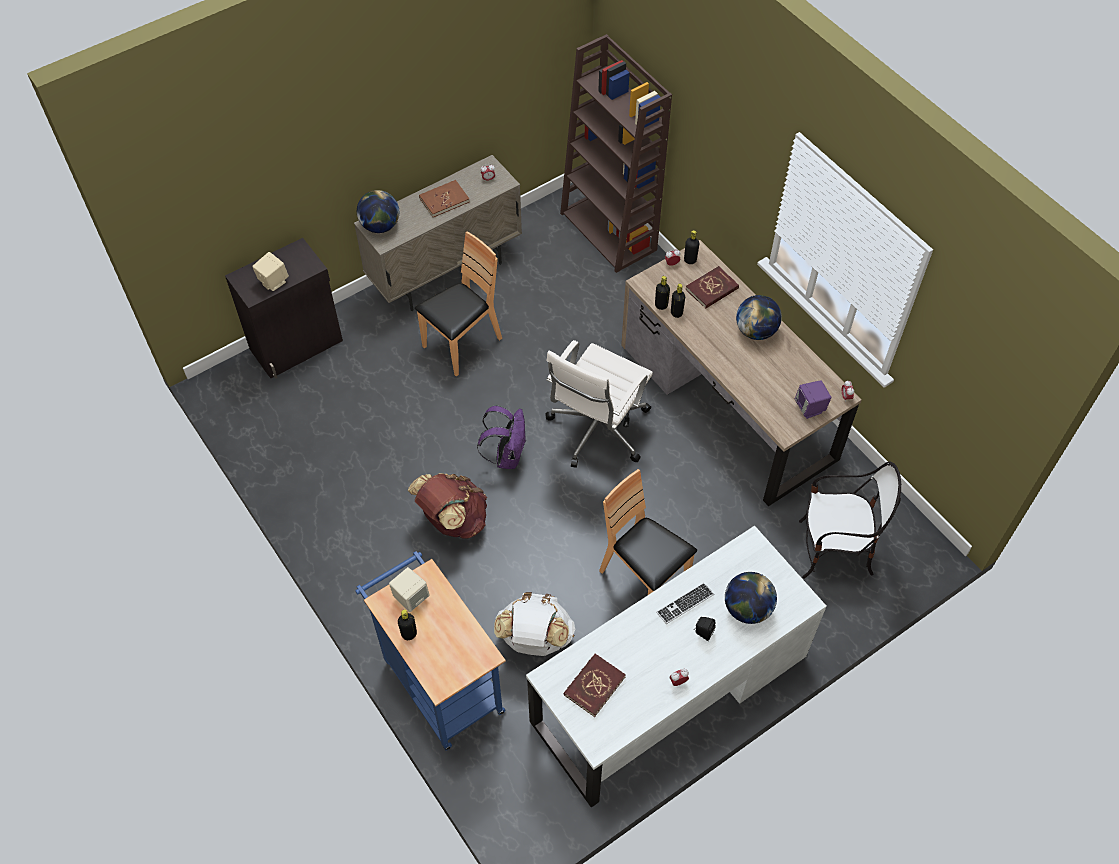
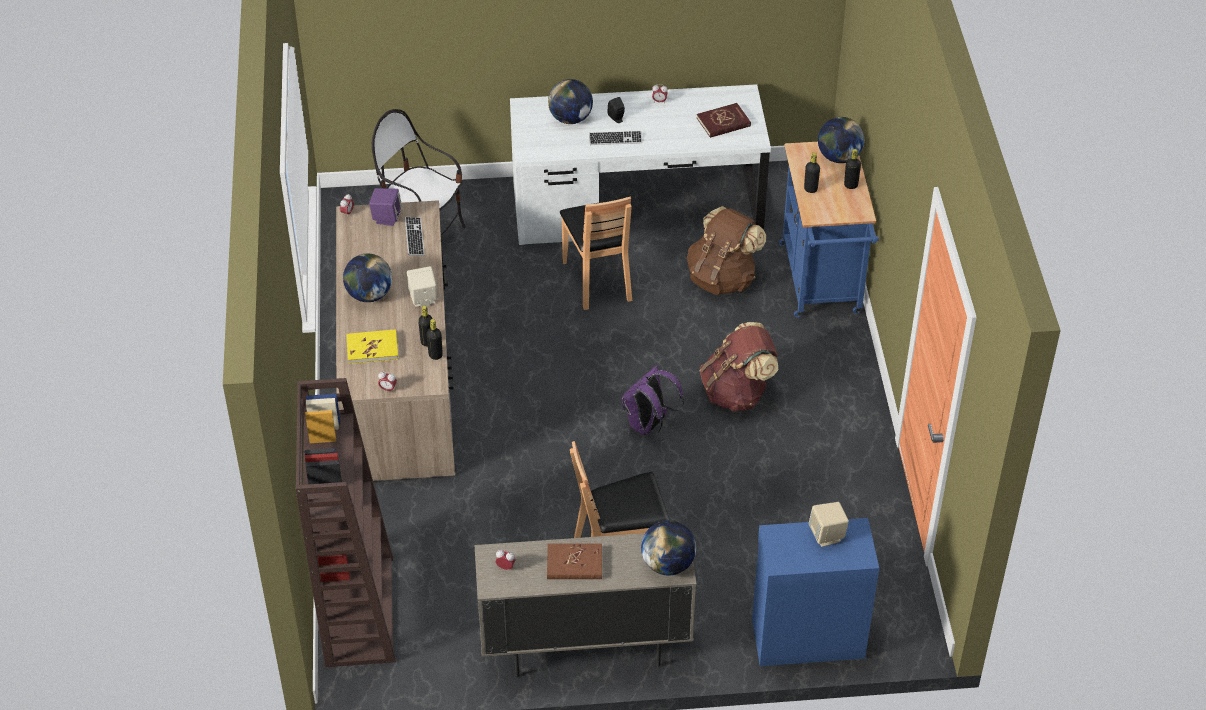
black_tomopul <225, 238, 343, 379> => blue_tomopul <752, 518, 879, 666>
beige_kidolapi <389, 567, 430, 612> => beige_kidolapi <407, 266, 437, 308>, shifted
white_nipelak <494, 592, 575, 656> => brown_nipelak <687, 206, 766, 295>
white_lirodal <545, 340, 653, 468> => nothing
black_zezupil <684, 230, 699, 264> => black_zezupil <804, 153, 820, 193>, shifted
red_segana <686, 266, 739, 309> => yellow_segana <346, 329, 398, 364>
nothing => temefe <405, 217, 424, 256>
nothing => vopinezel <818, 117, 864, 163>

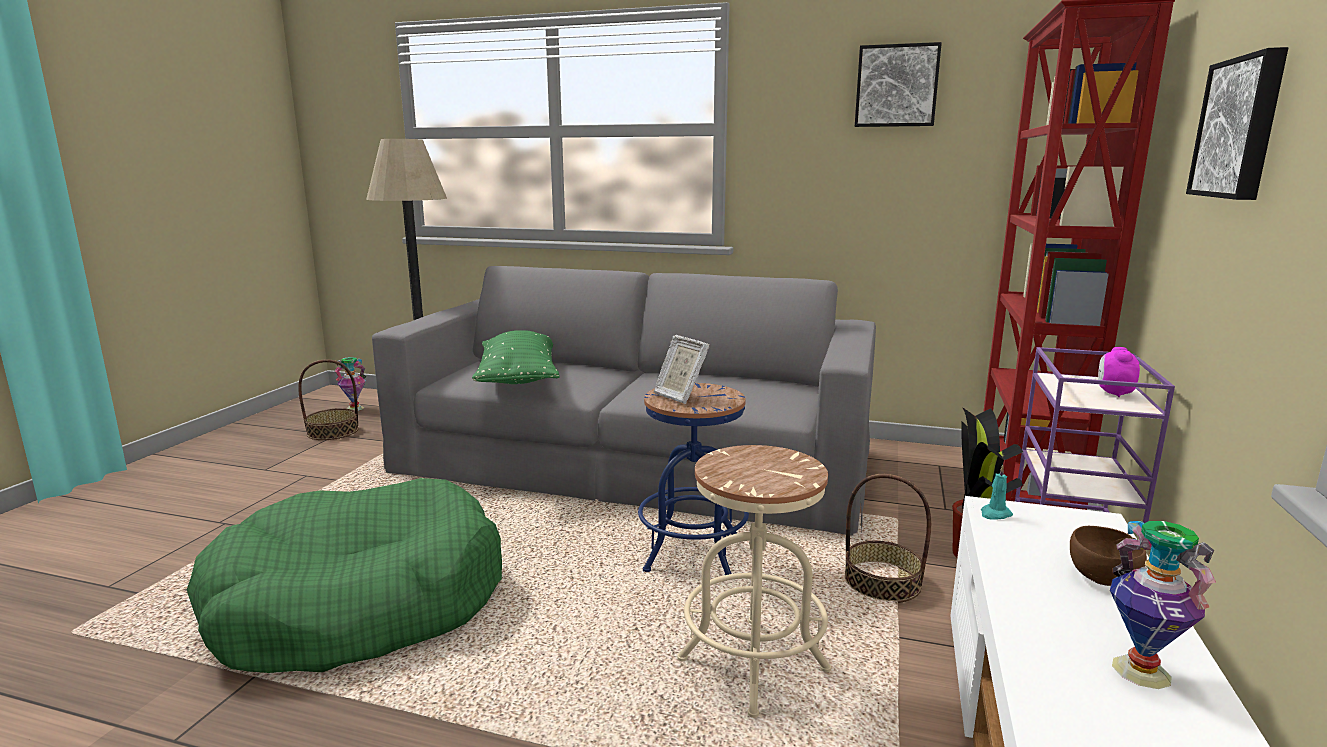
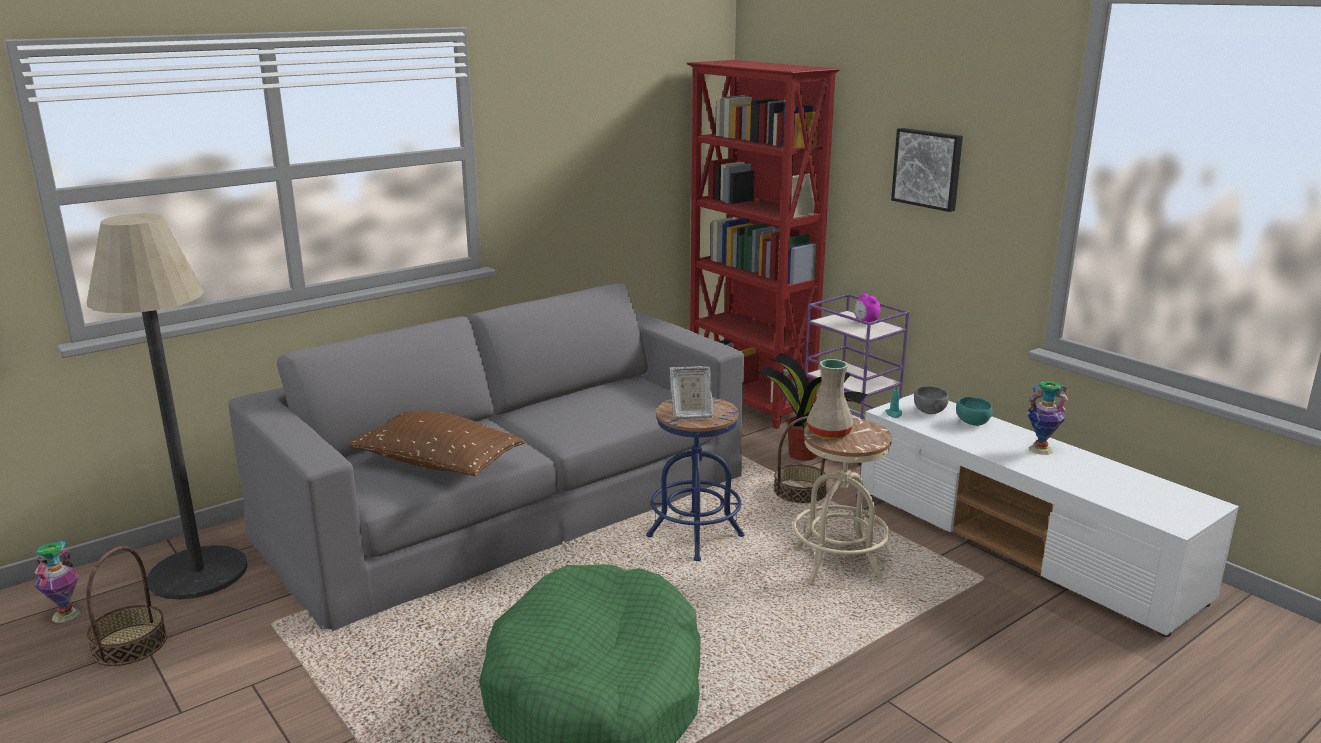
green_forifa <472, 330, 560, 384> => brown_forifa <348, 411, 525, 476>
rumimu <855, 42, 942, 127> => nothing
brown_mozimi <1070, 526, 1147, 586> => turquoise_mozimi <956, 397, 993, 426>
nothing => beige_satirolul <807, 359, 854, 439>
nothing => grey_mozimi <914, 386, 949, 414>

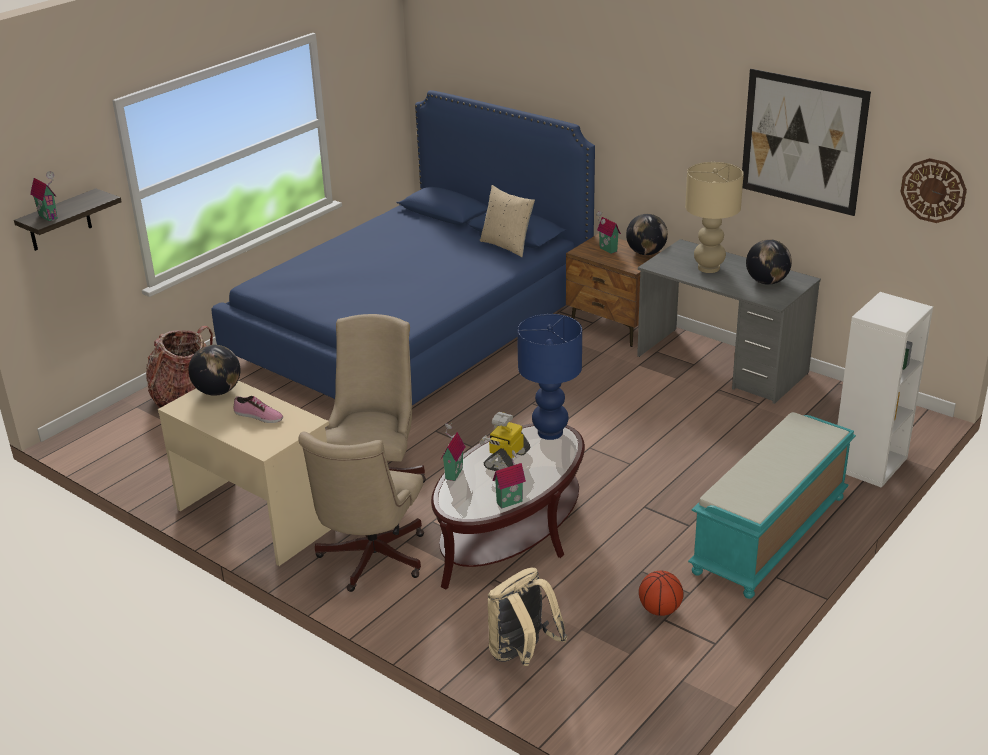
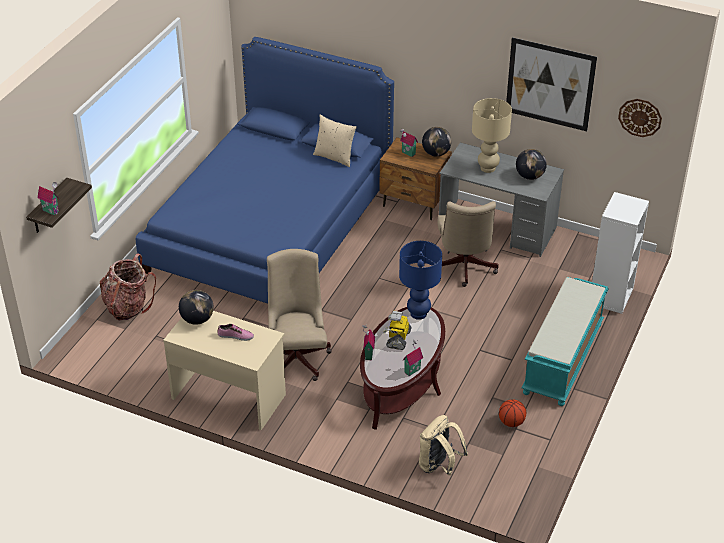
beige_lirodal <298, 432, 424, 592> => beige_lirodal <437, 201, 499, 287>, shifted

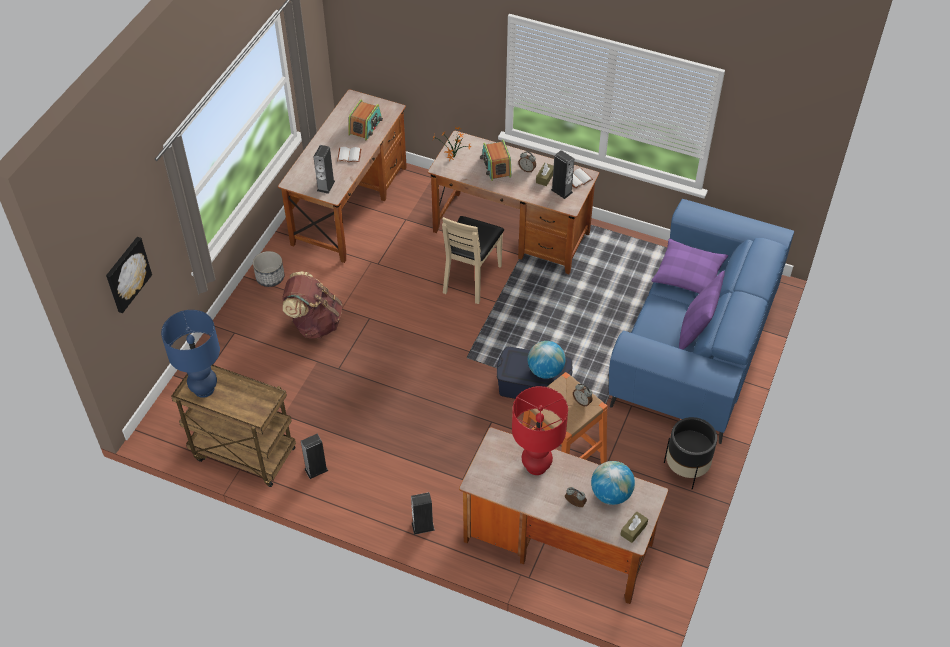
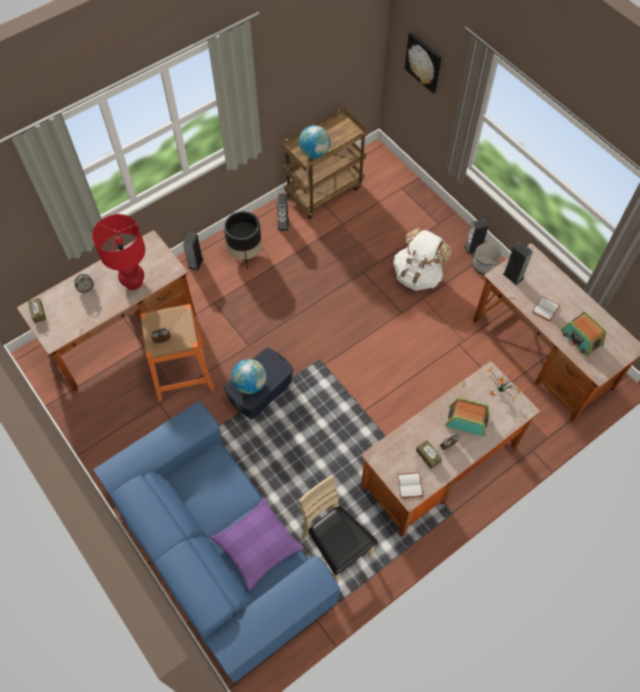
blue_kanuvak <161, 310, 220, 398> => nothing
brown_nipelak <282, 272, 342, 339> => white_nipelak <393, 228, 451, 291>
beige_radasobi <442, 216, 504, 304> => beige_radasobi <299, 476, 377, 584>, shifted
kidolapi <551, 150, 574, 199> => kidolapi <464, 219, 489, 254>, shifted
vopinezel <591, 461, 635, 505> => vopinezel <299, 125, 331, 158>, shifted
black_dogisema <664, 417, 717, 490> => black_dogisema <224, 211, 262, 269>, shifted
purple_forifa <679, 271, 725, 350> => nothing

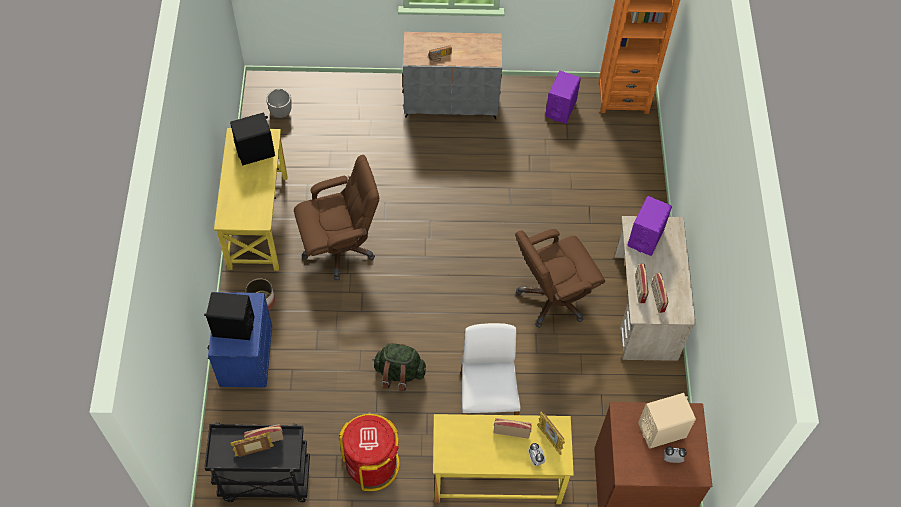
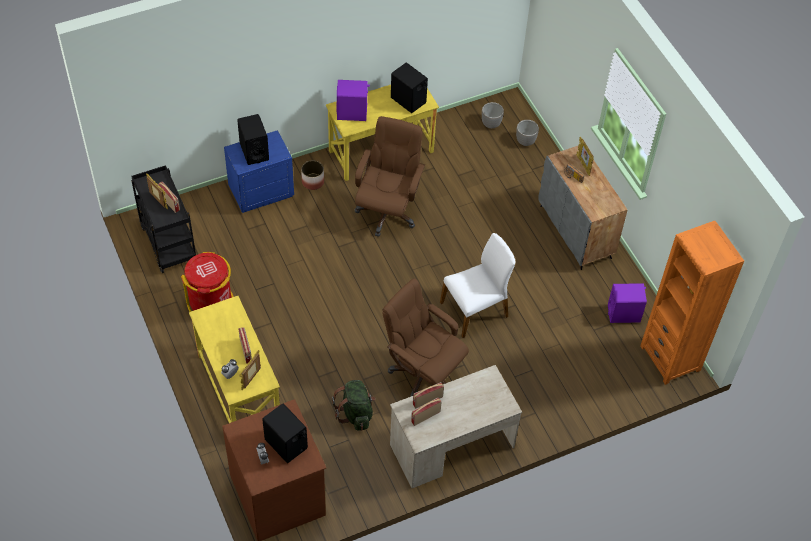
brown_lirodal <294, 155, 379, 280> => brown_lirodal <355, 116, 425, 237>, 120 degrees counterclockwise
green_nipelak <373, 343, 426, 391> => green_nipelak <332, 380, 376, 431>, shifted
white_radasobi <460, 323, 520, 415> => white_radasobi <440, 233, 515, 338>, shifted
purple_kidolapi <628, 196, 672, 256> => purple_kidolapi <336, 80, 370, 121>, shifted
beige_kidolapi <638, 393, 696, 449> => black_kidolapi <262, 404, 308, 463>
nothing => dogisema <516, 120, 539, 146>
nothing => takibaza <576, 137, 594, 176>

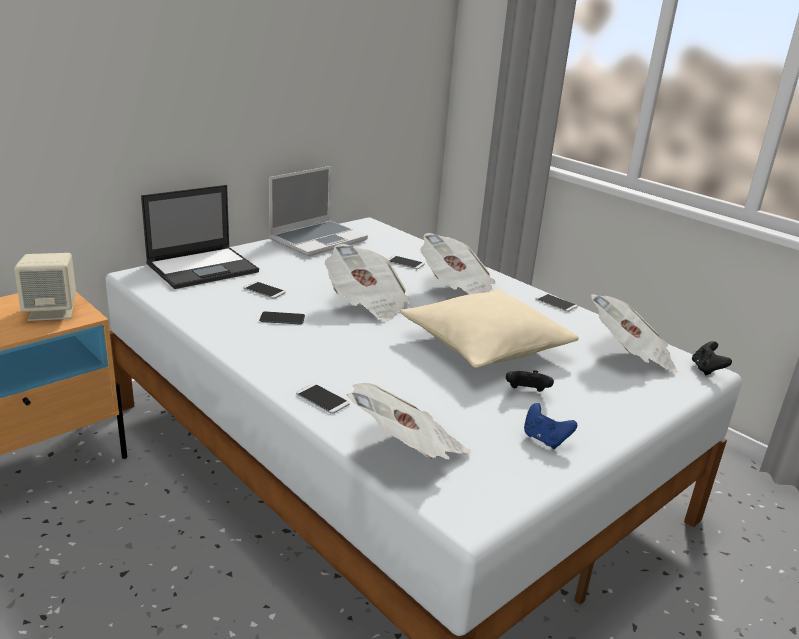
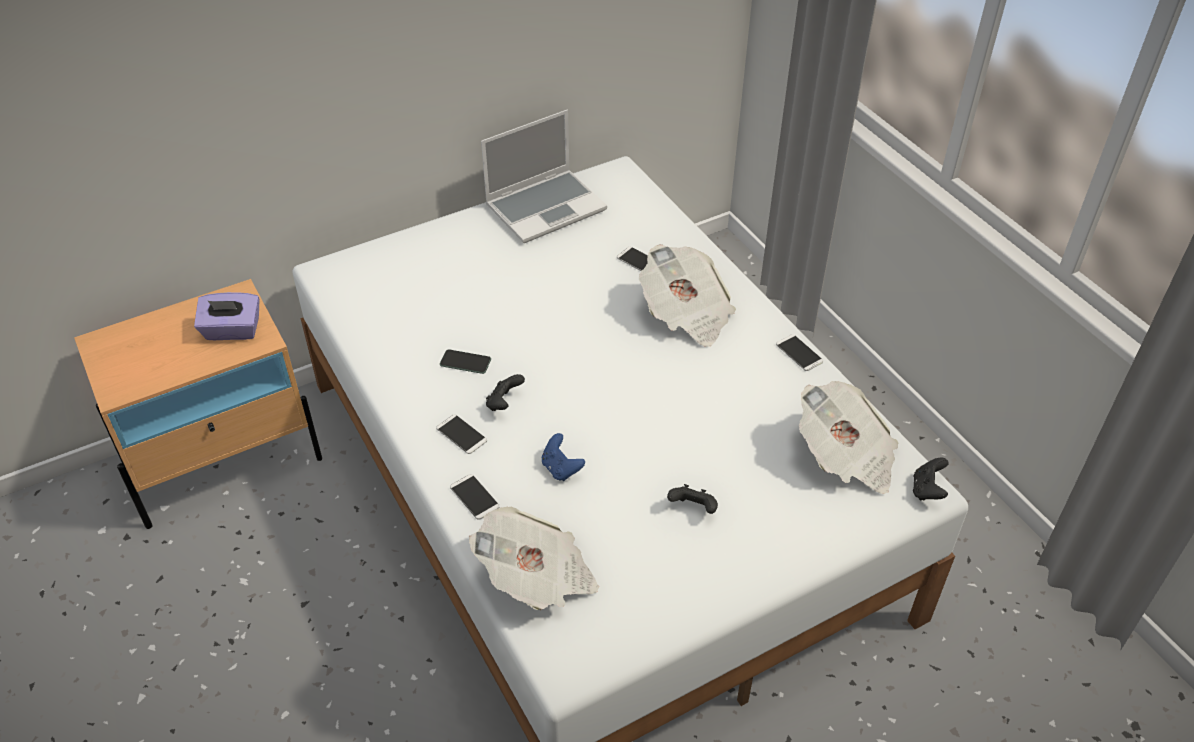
beige_kidolapi <14, 253, 76, 321> => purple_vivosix <194, 292, 259, 340>
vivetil <141, 185, 259, 289> => nothing
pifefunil <243, 282, 286, 299> => pifefunil <436, 414, 487, 454>, shifted
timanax <325, 244, 410, 321> => nothing
beige_forifa <401, 289, 579, 368> => nothing
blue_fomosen <524, 403, 577, 449> => blue_fomosen <542, 433, 585, 481>, shifted
nothing => black_fomosen <486, 374, 525, 411>

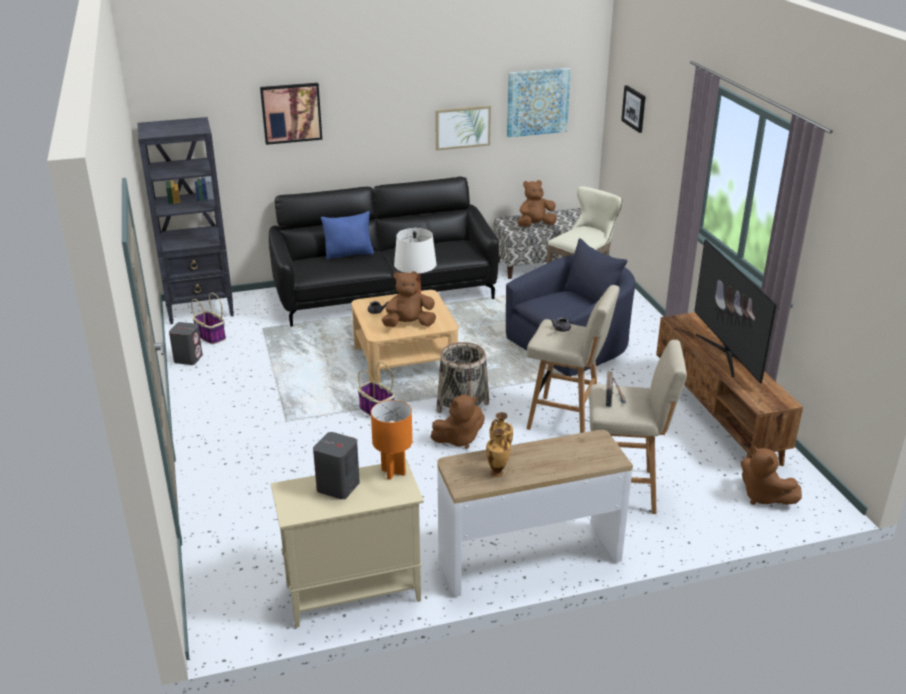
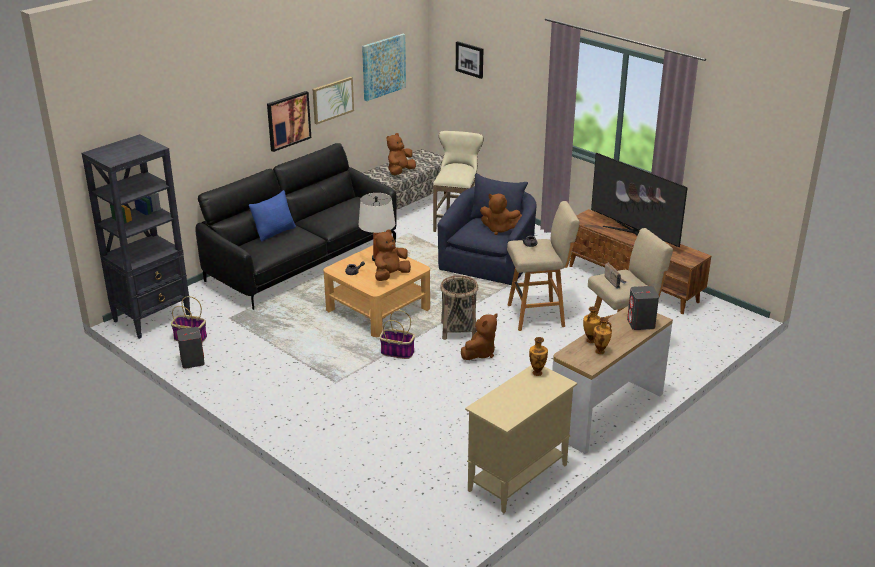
rumimu <260, 83, 322, 145> => rumimu <267, 91, 311, 152>, shifted
grey_kidolapi <313, 432, 360, 499> => grey_kidolapi <627, 286, 659, 330>, shifted
orange_kanuvak <371, 400, 413, 480> => satirolul <529, 337, 548, 376>
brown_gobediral <741, 446, 802, 505> => brown_gobediral <480, 194, 522, 235>, shifted

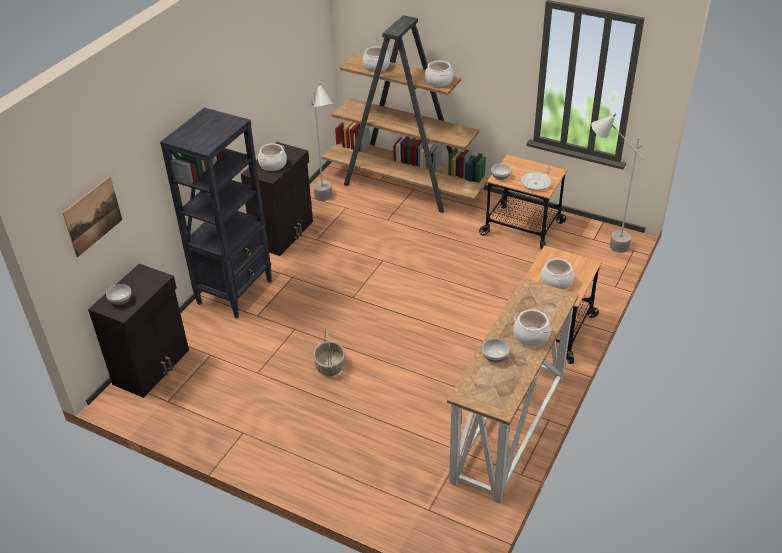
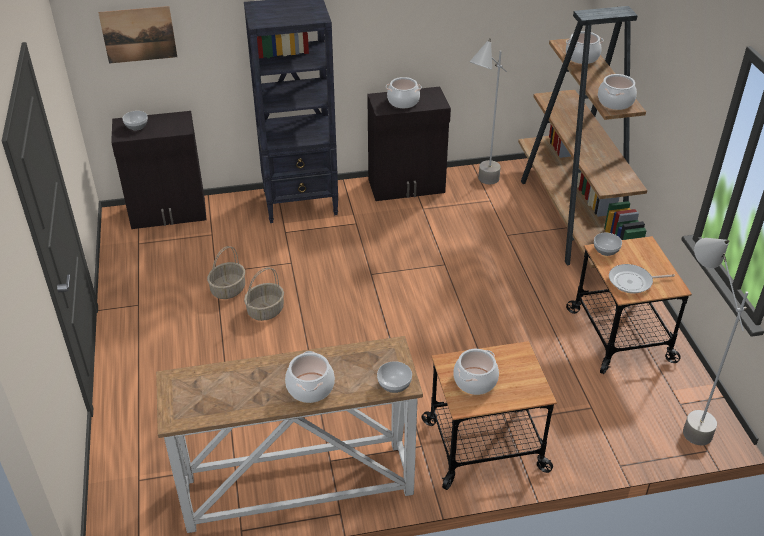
mozimi <482, 339, 509, 363> => mozimi <377, 361, 412, 393>, shifted
nothing => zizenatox <207, 246, 245, 299>

